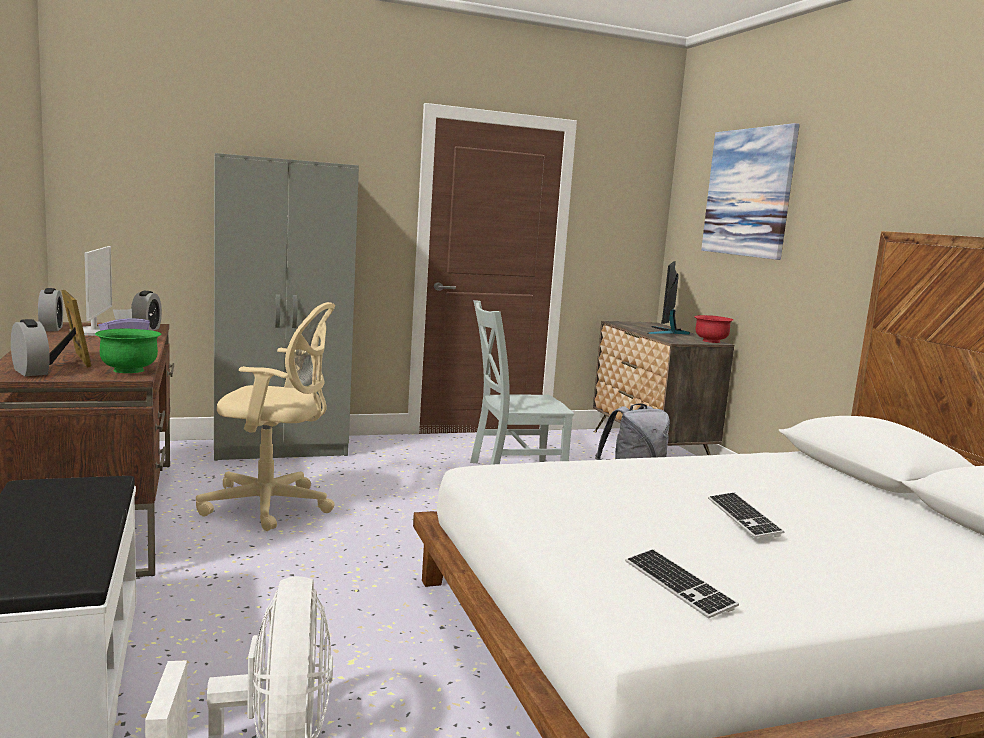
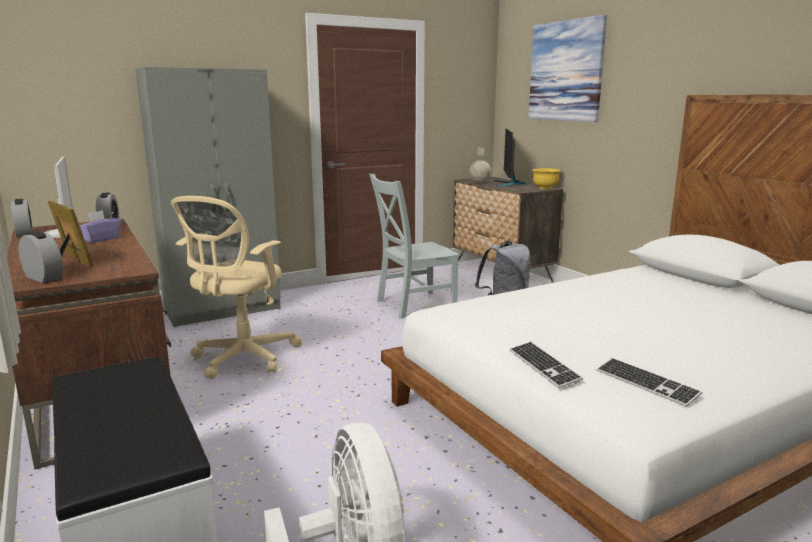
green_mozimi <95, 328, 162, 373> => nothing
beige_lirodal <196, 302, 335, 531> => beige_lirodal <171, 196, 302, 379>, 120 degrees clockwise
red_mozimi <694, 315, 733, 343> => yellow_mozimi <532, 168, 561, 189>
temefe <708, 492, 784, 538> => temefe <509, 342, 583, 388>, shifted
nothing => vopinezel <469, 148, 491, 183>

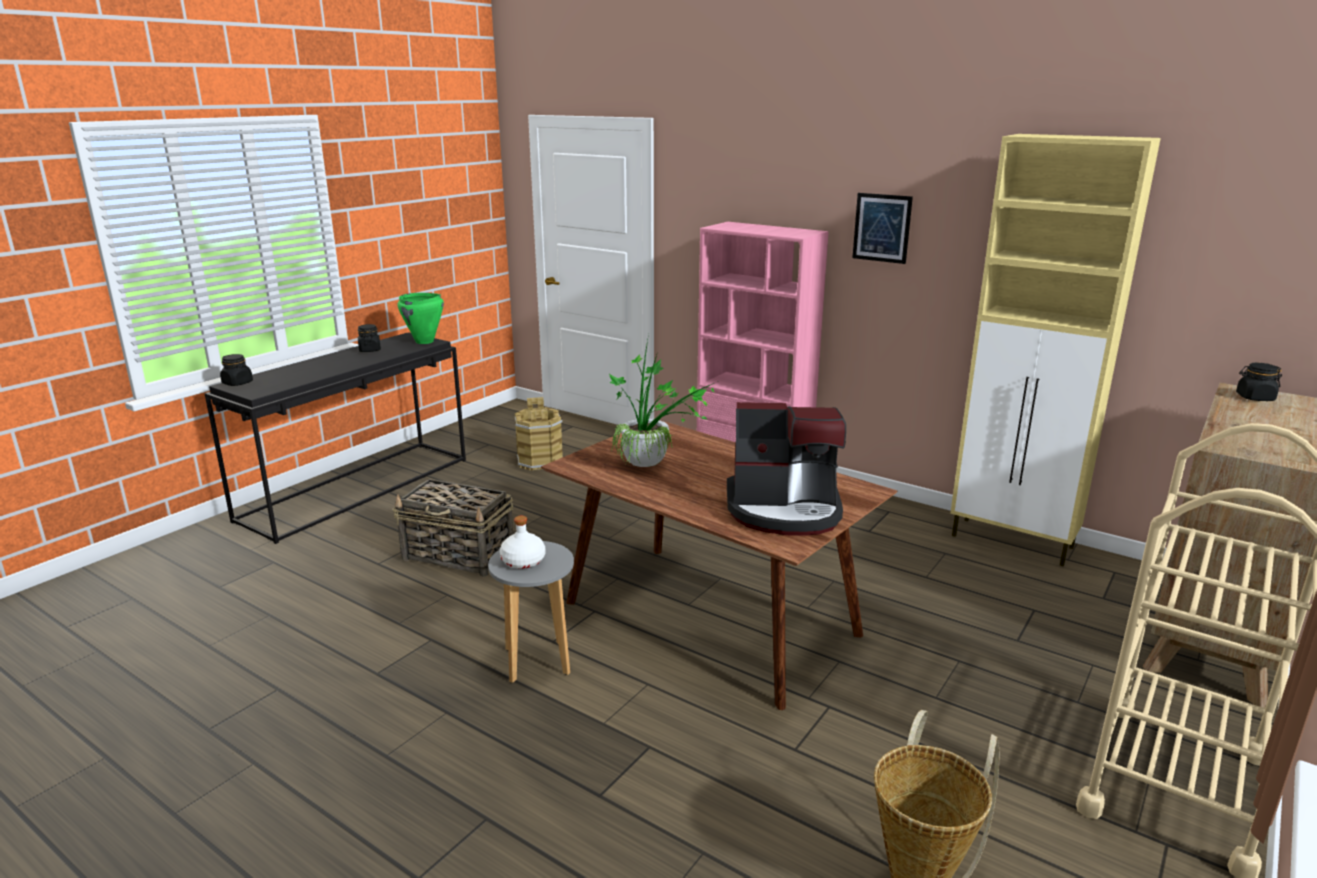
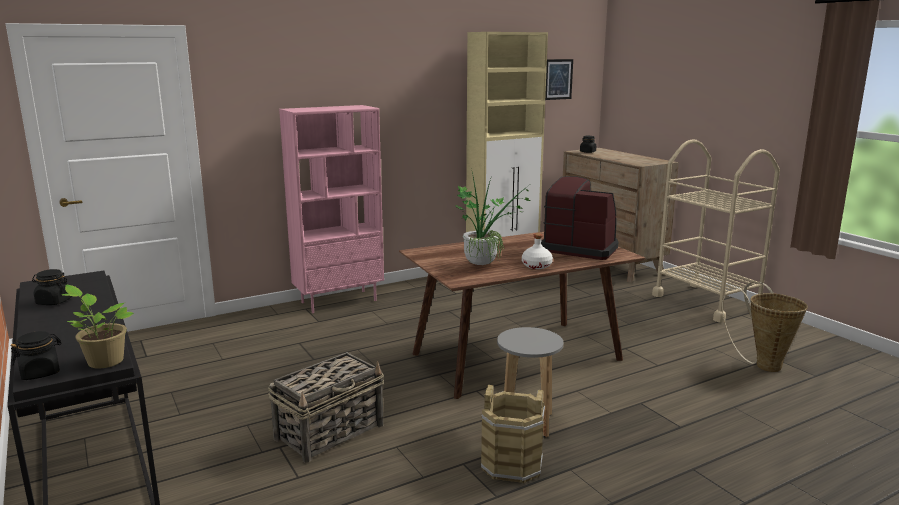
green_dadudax <398, 293, 444, 344> => nothing
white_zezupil <500, 516, 545, 569> => white_zezupil <522, 233, 553, 269>, shifted
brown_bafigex <514, 397, 563, 471> => brown_bafigex <481, 385, 545, 483>, shifted
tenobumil <727, 402, 846, 536> => tenobumil <541, 176, 618, 260>, 90 degrees counterclockwise
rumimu <852, 193, 913, 264> => rumimu <545, 59, 573, 100>, shifted
nothing => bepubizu <62, 285, 134, 369>

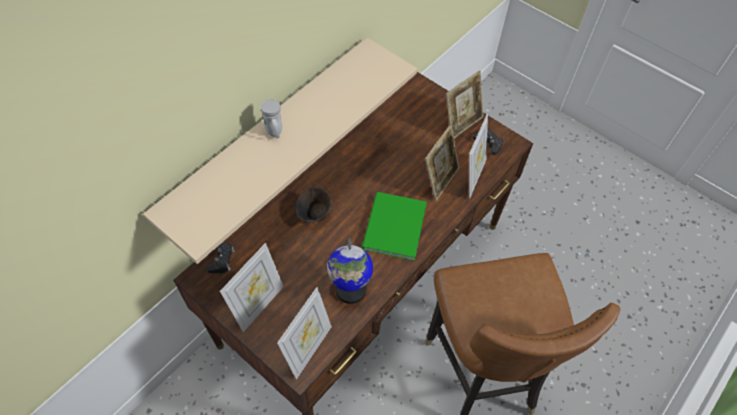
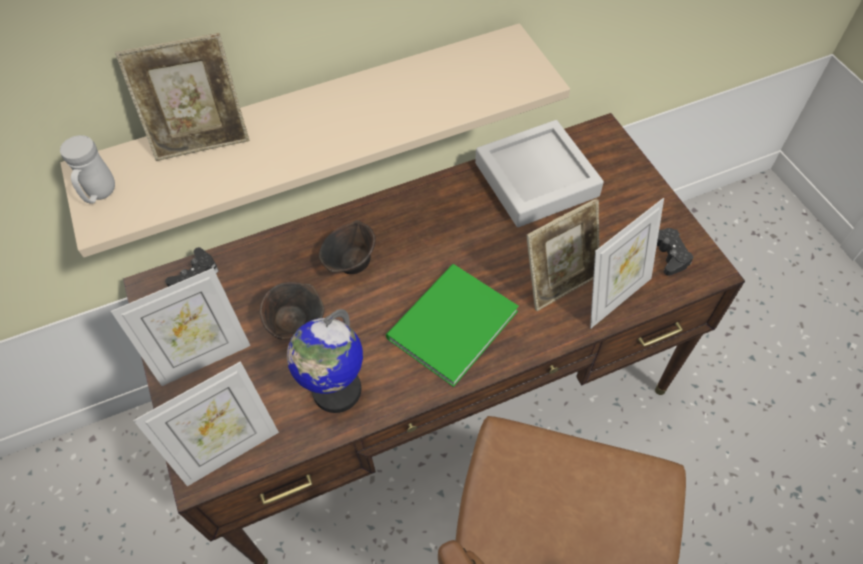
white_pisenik <261, 99, 282, 138> => white_pisenik <60, 135, 115, 203>, shifted
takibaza <446, 71, 484, 138> => takibaza <115, 33, 250, 161>, shifted
nothing => brown_mozimi <260, 282, 325, 340>
nothing => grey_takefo <475, 120, 604, 227>

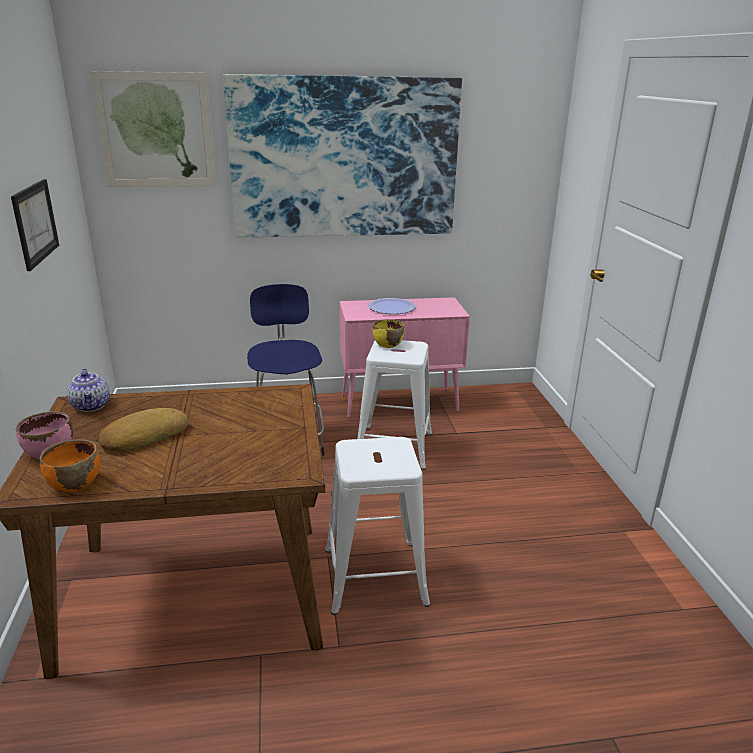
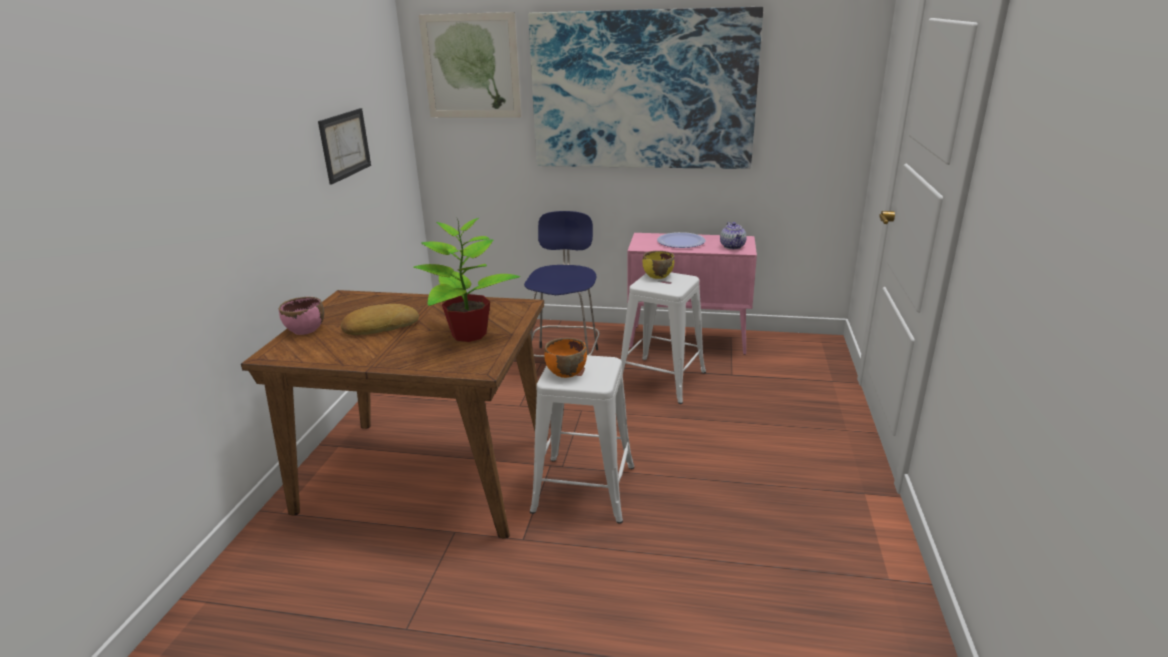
orange_mozimi <40, 439, 100, 492> => orange_mozimi <544, 338, 587, 378>, shifted
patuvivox <67, 368, 110, 412> => patuvivox <720, 222, 747, 249>, shifted
nothing => bepubizu <414, 217, 520, 342>

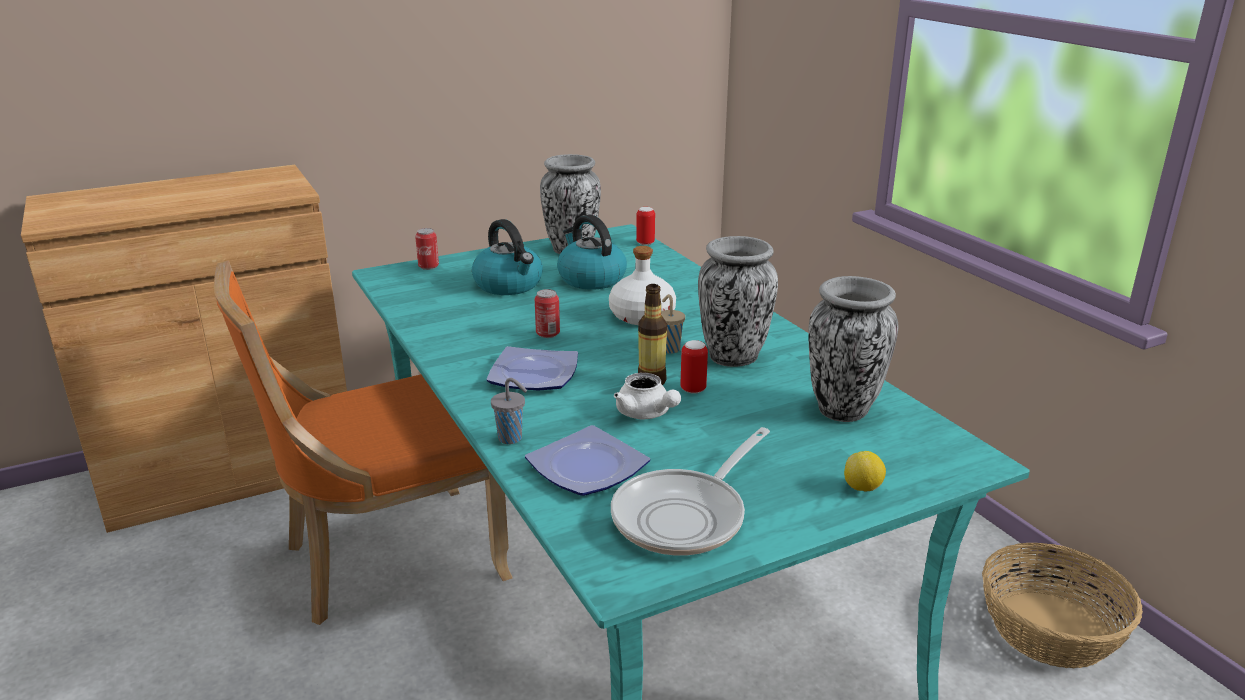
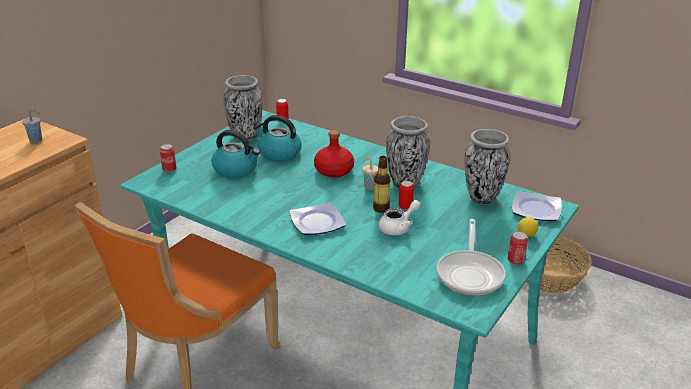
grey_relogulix <491, 378, 527, 444> => grey_relogulix <22, 109, 42, 143>, shifted
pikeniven <525, 425, 650, 496> => pikeniven <512, 191, 562, 221>, shifted
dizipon <535, 289, 560, 338> => dizipon <508, 231, 528, 265>, shifted
white_zezupil <609, 246, 676, 325> => red_zezupil <314, 130, 354, 177>
white_patuvivox <614, 373, 681, 419> => white_patuvivox <379, 200, 420, 235>, 60 degrees counterclockwise

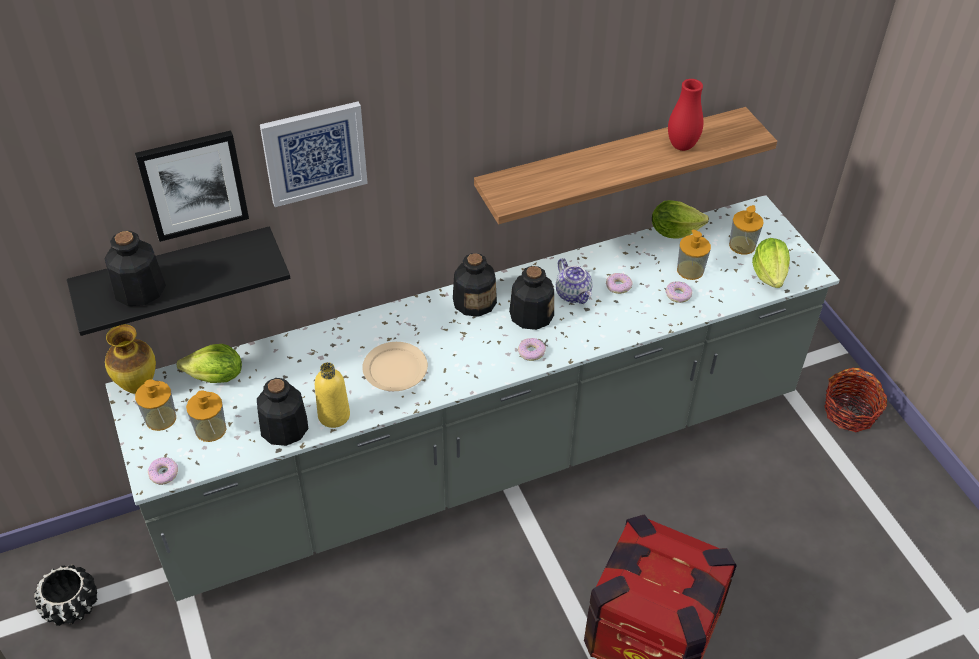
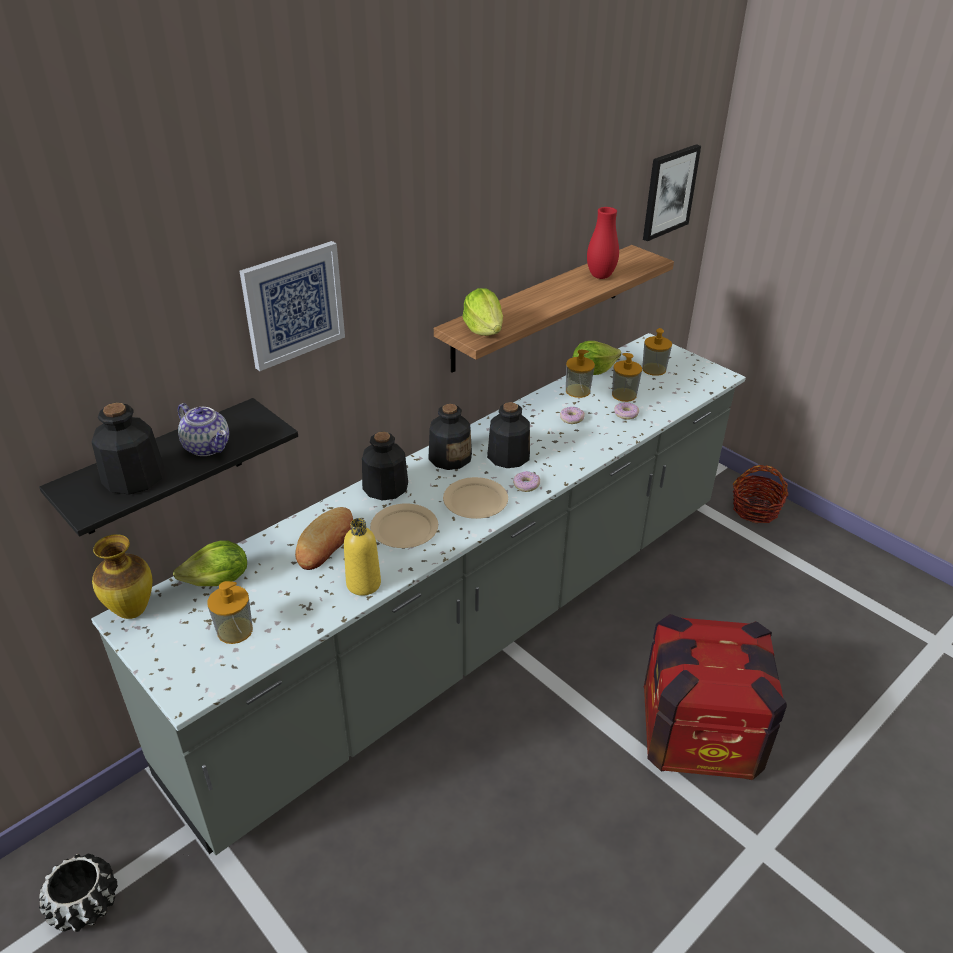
rumimu <135, 131, 249, 242> => rumimu <643, 144, 701, 241>, shifted
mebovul <135, 379, 176, 431> => mebovul <566, 350, 595, 398>, shifted
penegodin <148, 457, 178, 485> => nothing
zezupil <257, 378, 308, 446> => zezupil <362, 432, 408, 501>, shifted
patuvivox <556, 258, 593, 304> => patuvivox <178, 403, 229, 456>, shifted
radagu <752, 238, 790, 288> => radagu <463, 288, 503, 336>, shifted
nothing => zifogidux <295, 507, 353, 570>
nothing => beige_pikeniven <443, 477, 508, 519>

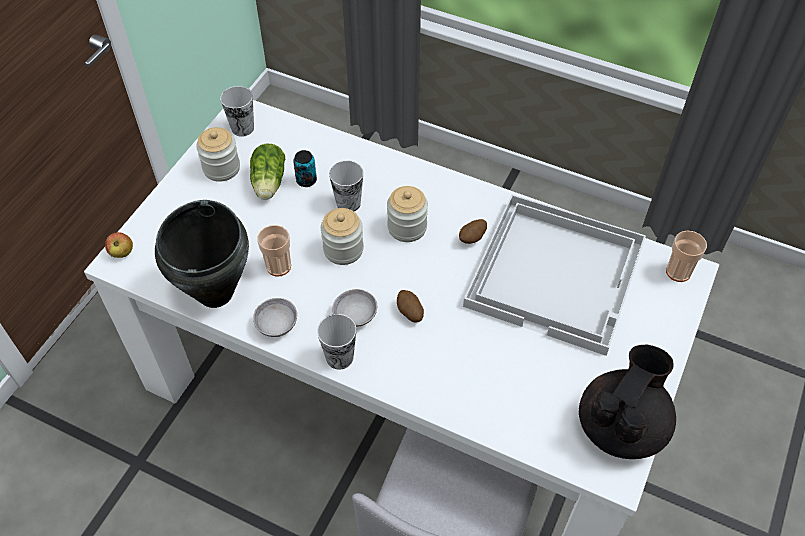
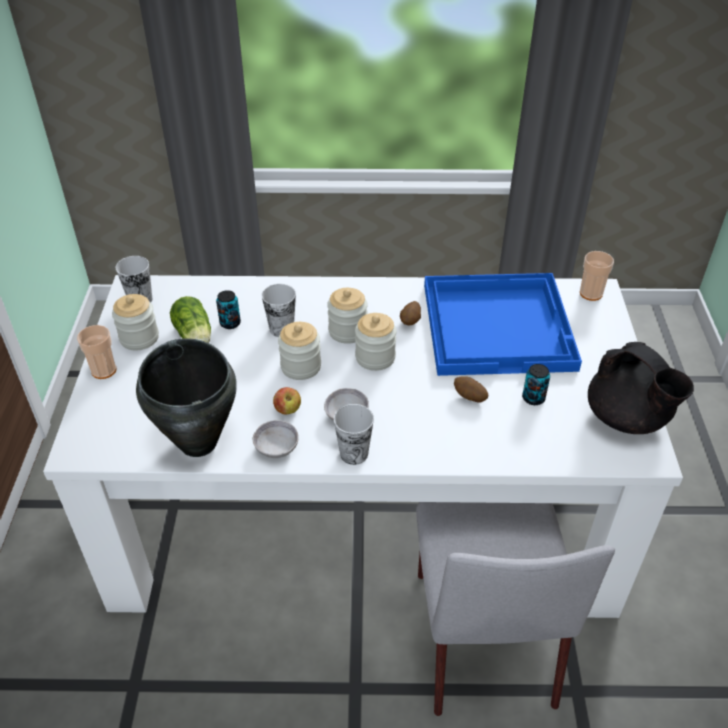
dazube <105, 232, 133, 258> => dazube <273, 387, 301, 414>, shifted
relogulix <257, 225, 291, 276> => relogulix <77, 325, 117, 379>, shifted
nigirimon <397, 290, 424, 323> => nigirimon <454, 376, 488, 403>, shifted
white_takefo <463, 194, 646, 356> => blue_takefo <424, 273, 582, 376>
black_patuvivox <579, 345, 676, 459> => black_patuvivox <588, 342, 694, 434>, 135 degrees clockwise
nothing => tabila <355, 313, 397, 371>
nothing => dizipon <522, 364, 550, 405>

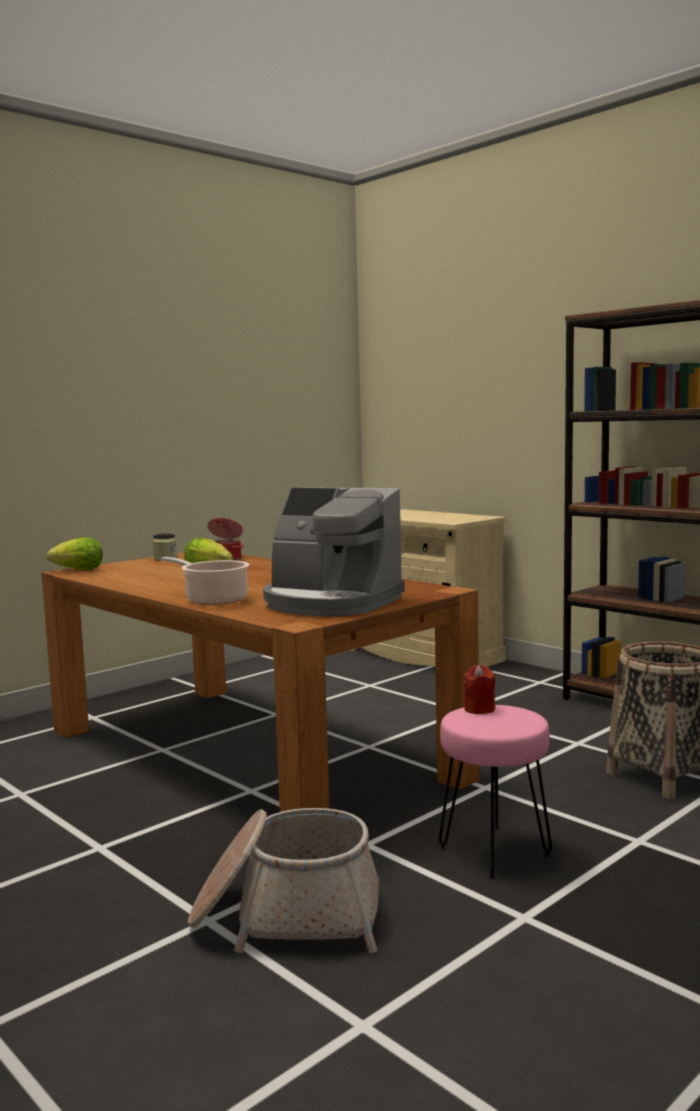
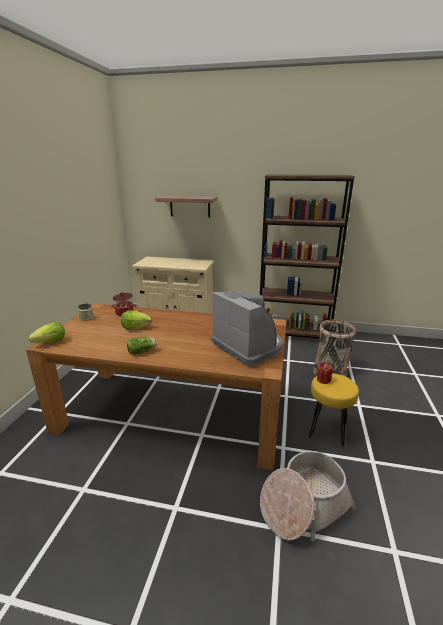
dadudax <161, 557, 249, 605> => nothing
tenobumil <263, 487, 405, 616> => tenobumil <212, 291, 283, 367>, 120 degrees counterclockwise
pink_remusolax <439, 705, 552, 880> => yellow_remusolax <309, 373, 359, 447>
nothing => radagu <127, 337, 157, 355>
nothing => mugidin <155, 196, 217, 218>

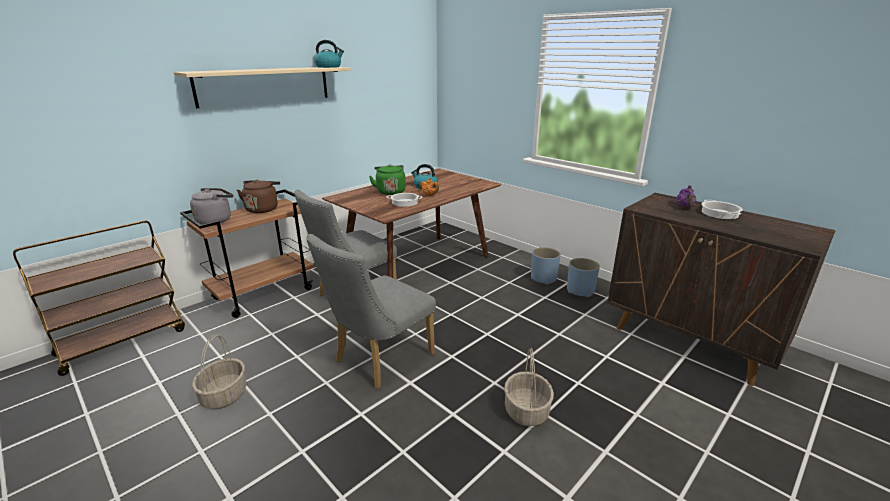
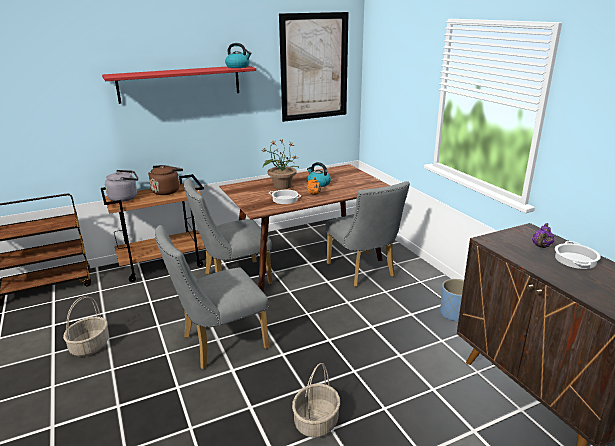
beige_mugidin <174, 67, 351, 108> => red_mugidin <102, 66, 256, 104>
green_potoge <369, 164, 406, 195> => bepubizu <261, 139, 299, 190>
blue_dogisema <531, 247, 561, 285> => nothing
nothing => rumimu <279, 12, 349, 122>
nothing => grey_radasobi <326, 181, 410, 287>

